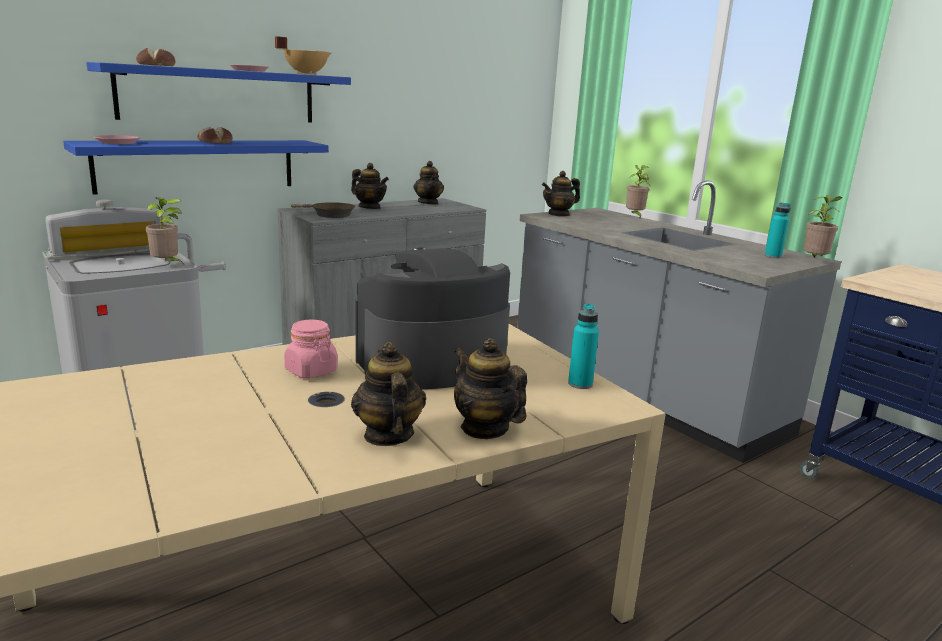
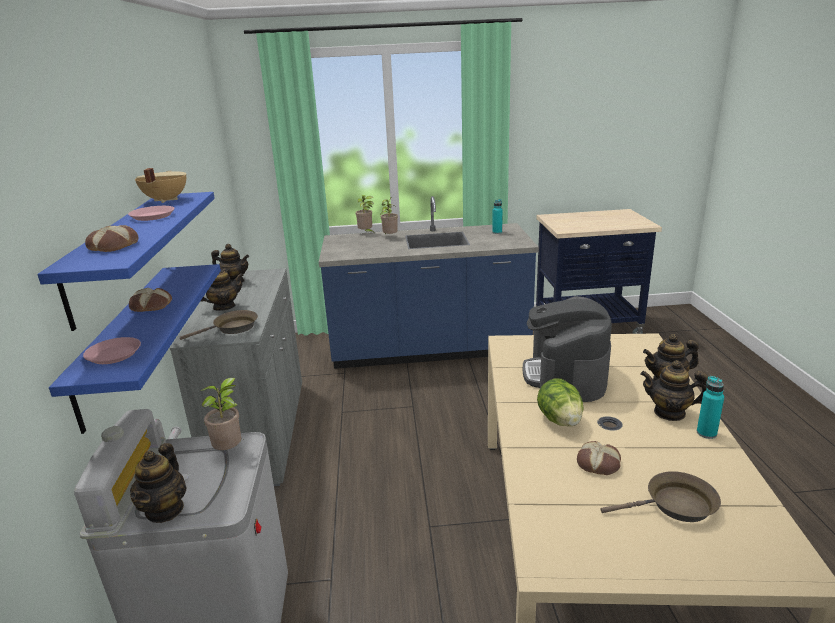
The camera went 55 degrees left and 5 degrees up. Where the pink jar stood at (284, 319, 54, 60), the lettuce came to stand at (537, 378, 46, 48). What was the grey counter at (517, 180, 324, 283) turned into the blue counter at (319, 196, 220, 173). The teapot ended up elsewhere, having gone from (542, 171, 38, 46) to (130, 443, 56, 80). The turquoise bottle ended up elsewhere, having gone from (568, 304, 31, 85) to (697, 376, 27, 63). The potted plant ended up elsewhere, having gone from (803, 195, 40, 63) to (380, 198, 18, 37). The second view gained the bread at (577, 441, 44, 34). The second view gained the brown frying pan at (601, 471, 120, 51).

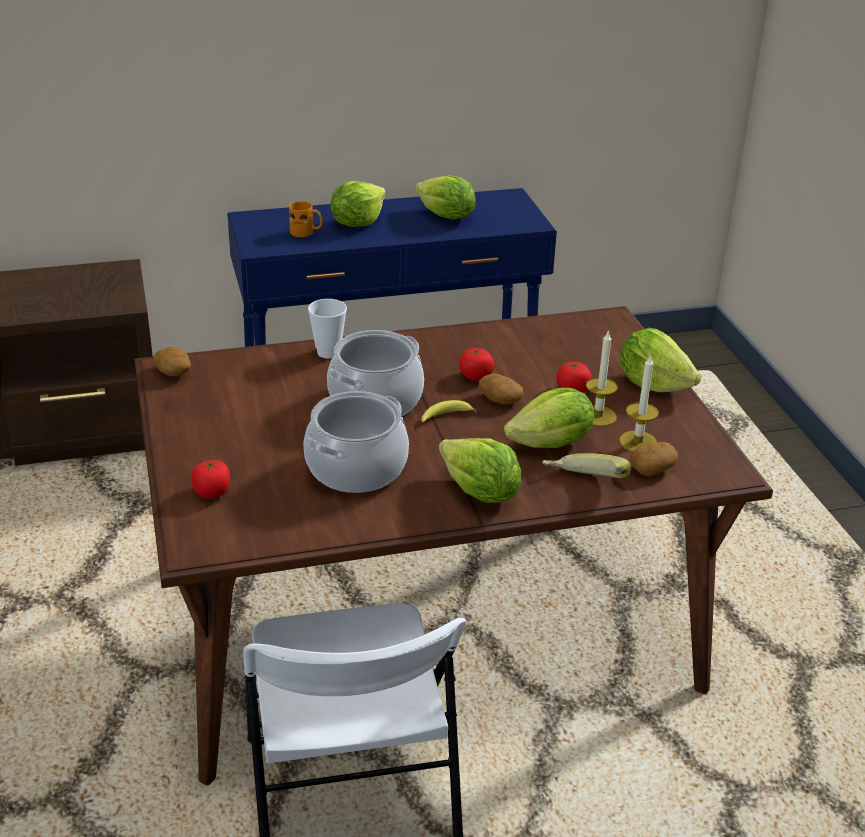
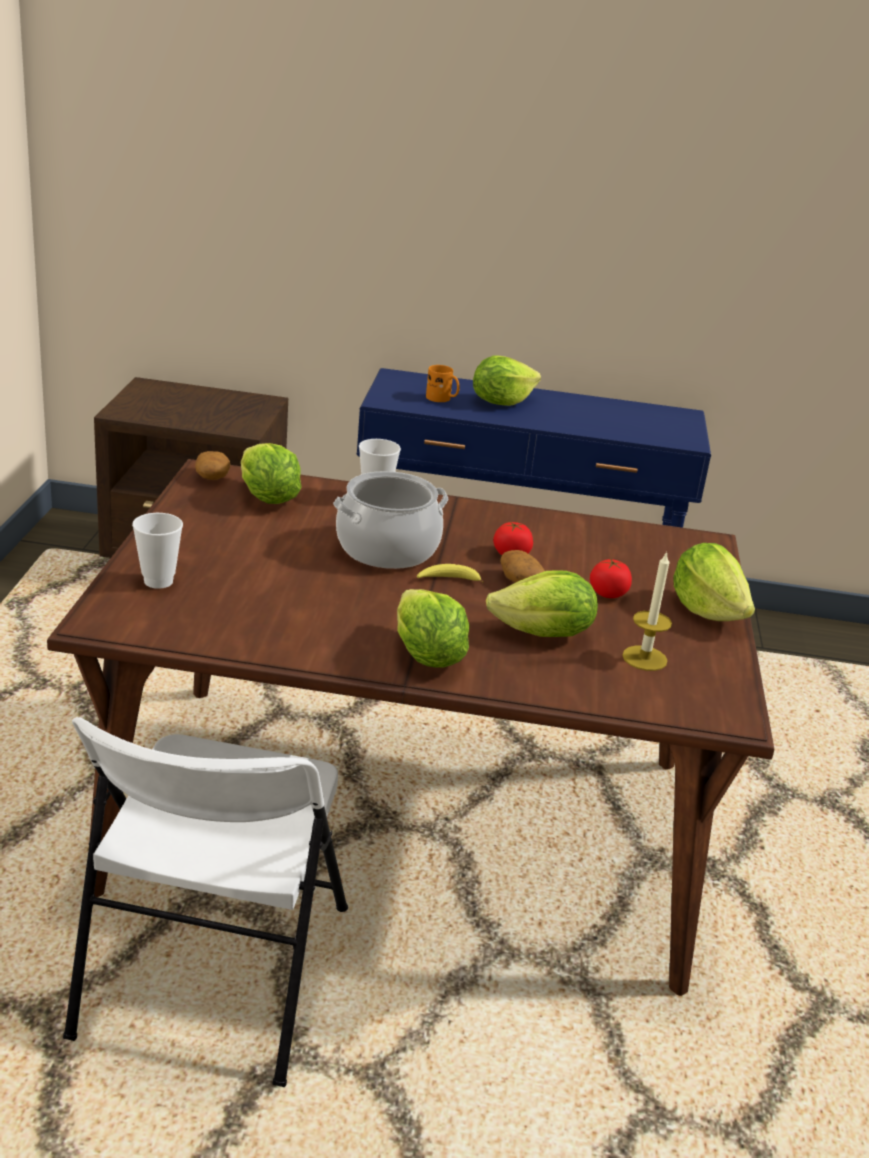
The camera went 20 degrees right and 5 degrees down. Where the tomato stood at (192, 460, 38, 38), the cup came to stand at (132, 513, 51, 76). The second view lost the cooking pot at (303, 391, 106, 102). The lettuce ended up elsewhere, having gone from (415, 175, 61, 45) to (241, 443, 61, 61). The second view lost the banana at (542, 453, 89, 25). The second view lost the candle at (586, 330, 32, 96). The second view lost the potato at (630, 442, 48, 34).

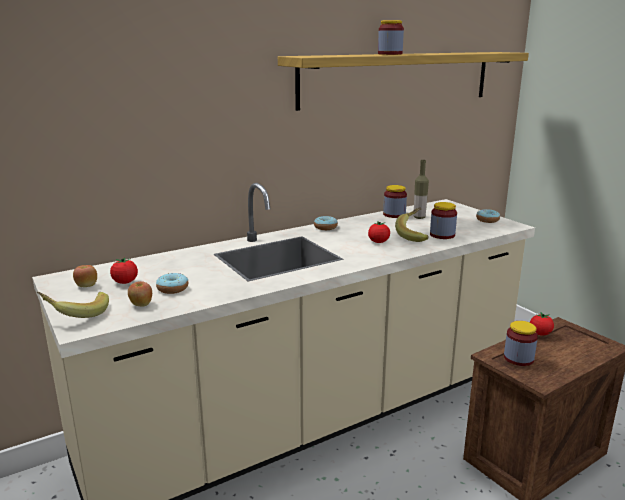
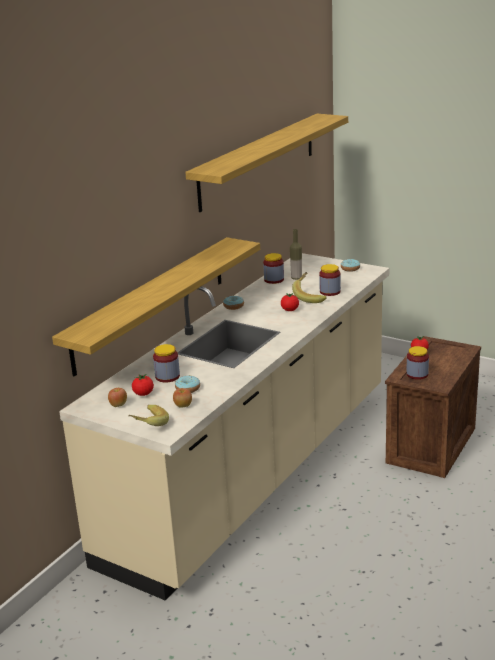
The camera went 25 degrees left and 5 degrees up. The jar ended up elsewhere, having gone from (378, 20, 26, 35) to (153, 344, 27, 39). The second view gained the shelf at (52, 237, 208, 139).

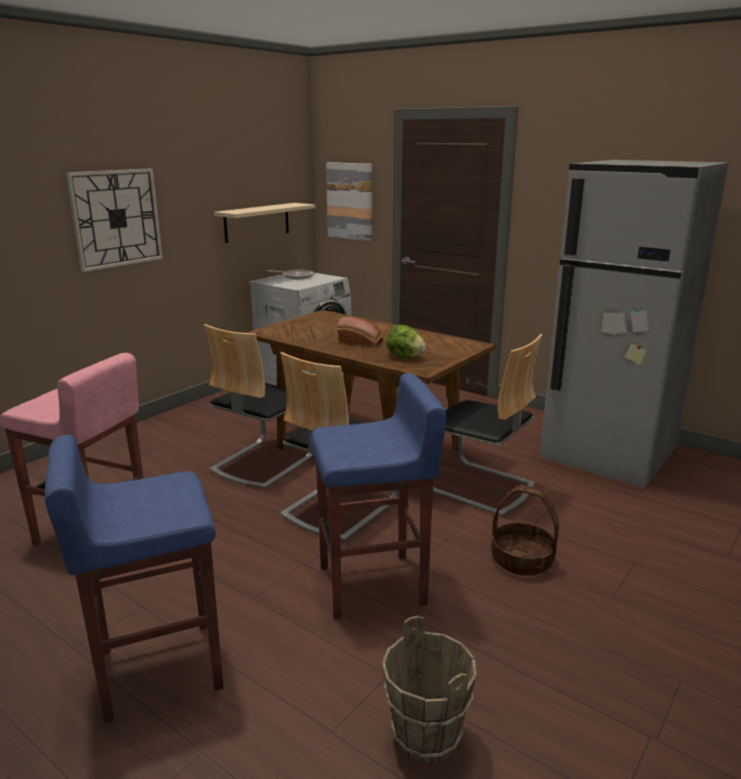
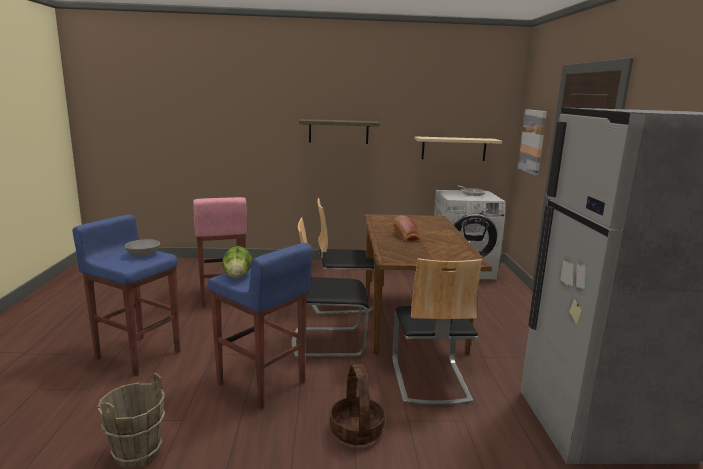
The camera went 50 degrees right and 5 degrees down. Where the wall clock hung at (66, 168, 97, 104), the shelf came to hang at (299, 119, 81, 25). The lettuce ended up elsewhere, having gone from (386, 325, 40, 33) to (222, 246, 31, 32). The second view gained the grey bowl at (125, 239, 35, 18).

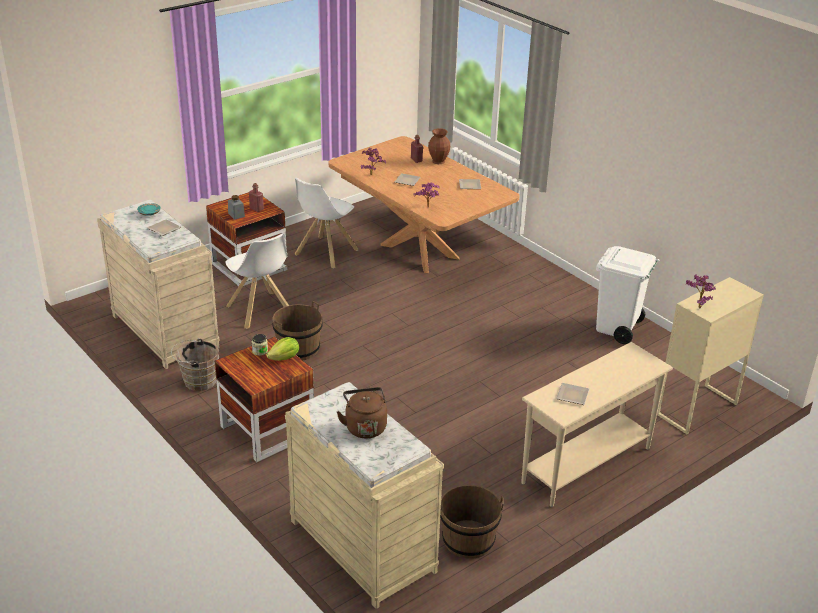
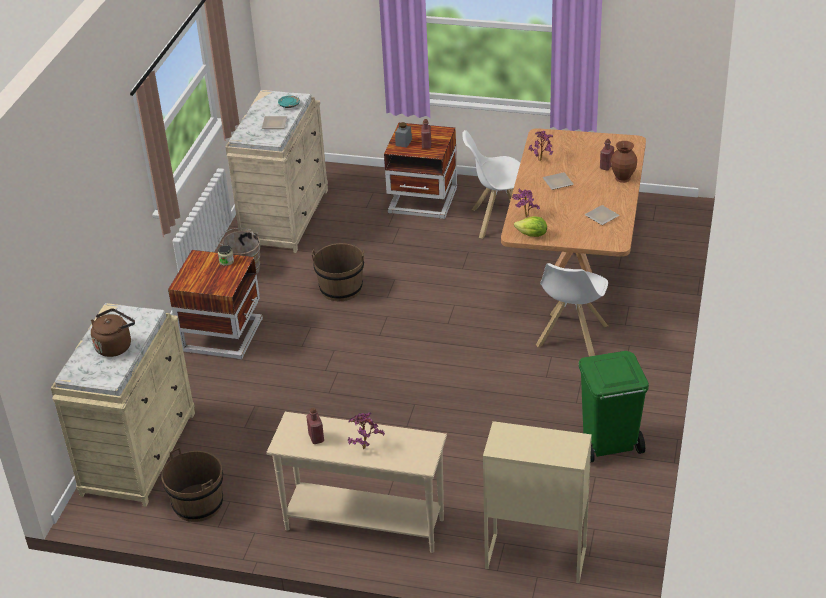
The camera went 55 degrees right and 5 degrees up. The white chair ended up elsewhere, having gone from (226, 234, 63, 95) to (536, 263, 72, 94). The lettuce ended up elsewhere, having gone from (266, 337, 33, 24) to (514, 216, 33, 21). Where the plate stood at (556, 383, 33, 22), the red bottle came to stand at (306, 408, 18, 36). What was the white trash can at (596, 246, 63, 98) turned into the green trash can at (579, 351, 70, 111). The potted plant ended up elsewhere, having gone from (686, 274, 30, 35) to (347, 412, 38, 37).

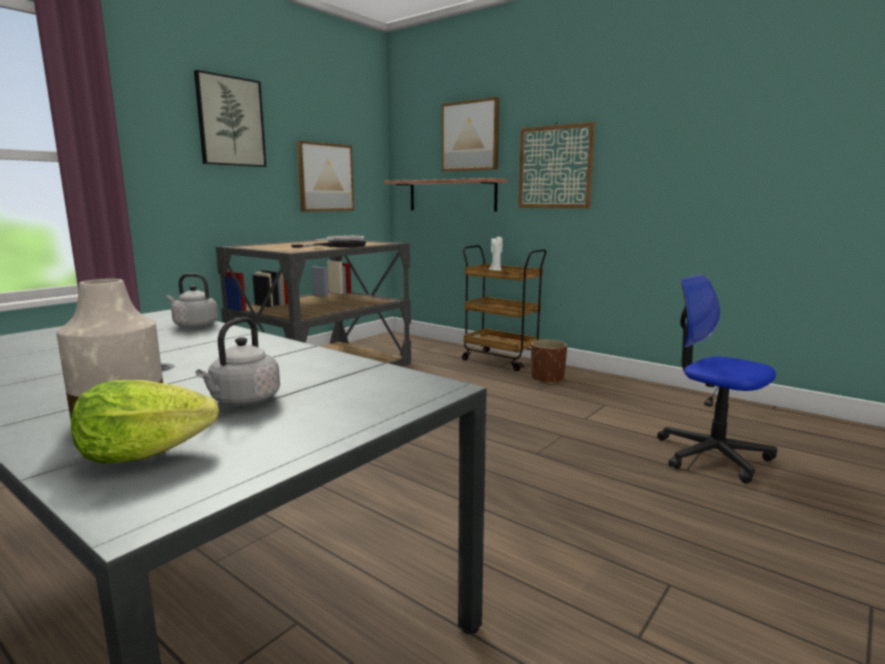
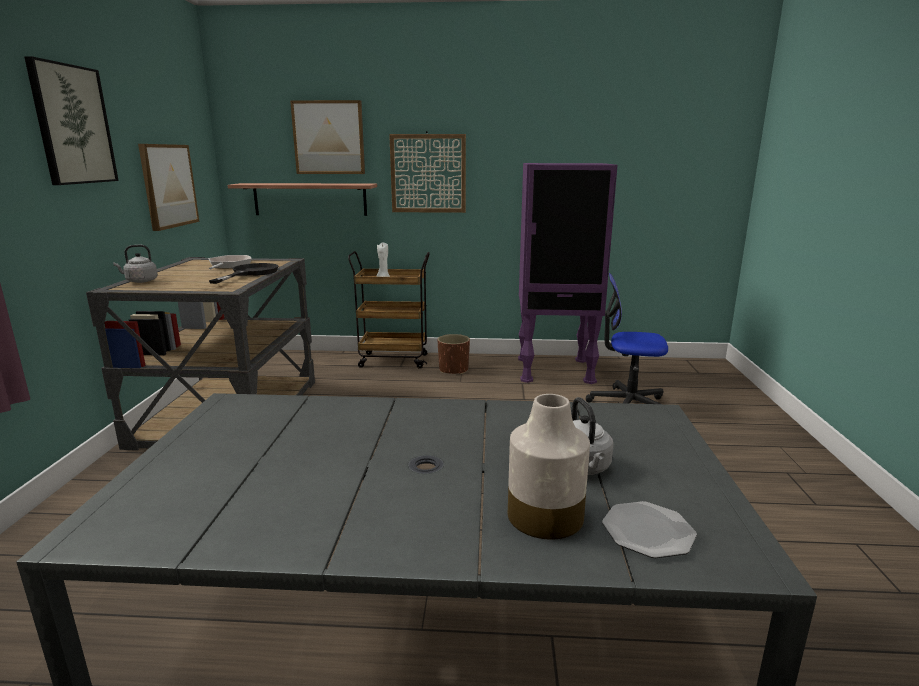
The camera went 35 degrees left and 5 degrees up. Where the lettuce stood at (71, 380, 148, 84), the plate came to stand at (602, 501, 95, 57). The grey kettle ended up elsewhere, having gone from (167, 273, 51, 55) to (113, 245, 45, 38). The second view gained the purple cabinet at (518, 163, 100, 221).

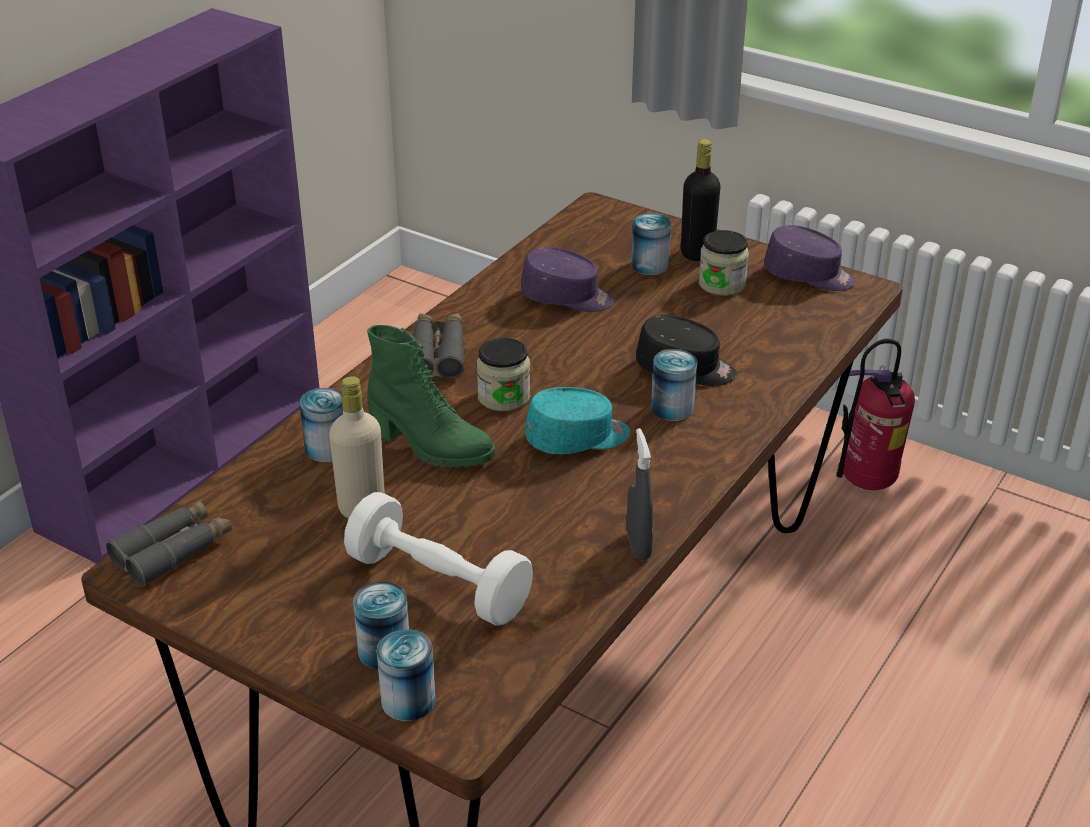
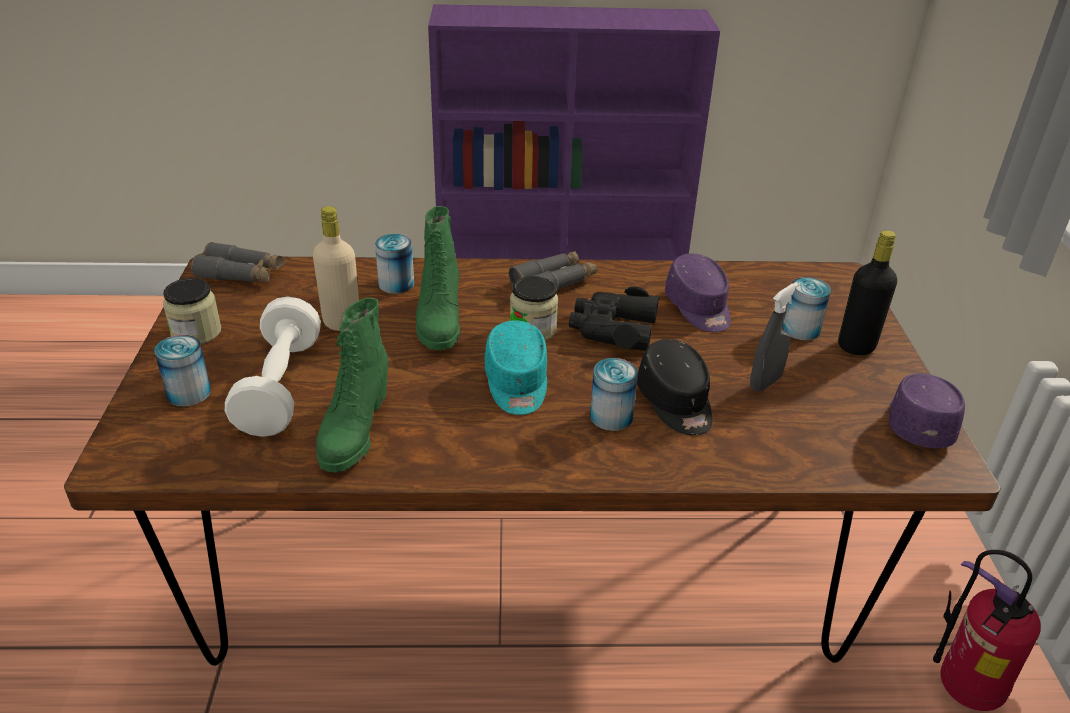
The camera went 55 degrees right and 0 degrees up. The second view lost the can at (377, 629, 59, 92). The turquoise cap at (525, 387, 105, 67) ended up facing another way, 45 degrees clockwise from before. The grey spray bottle ended up elsewhere, having gone from (627, 428, 26, 132) to (750, 282, 49, 110). The jar ended up elsewhere, having gone from (699, 230, 50, 66) to (163, 278, 58, 66). The purple cap at (764, 225, 92, 66) ended up facing another way, 150 degrees counterclockwise from before. The second view gained the green boot at (316, 297, 72, 176). The second view gained the black binoculars at (569, 286, 91, 65).

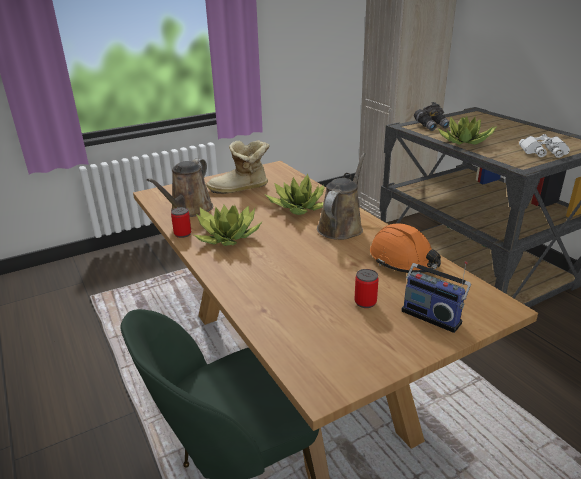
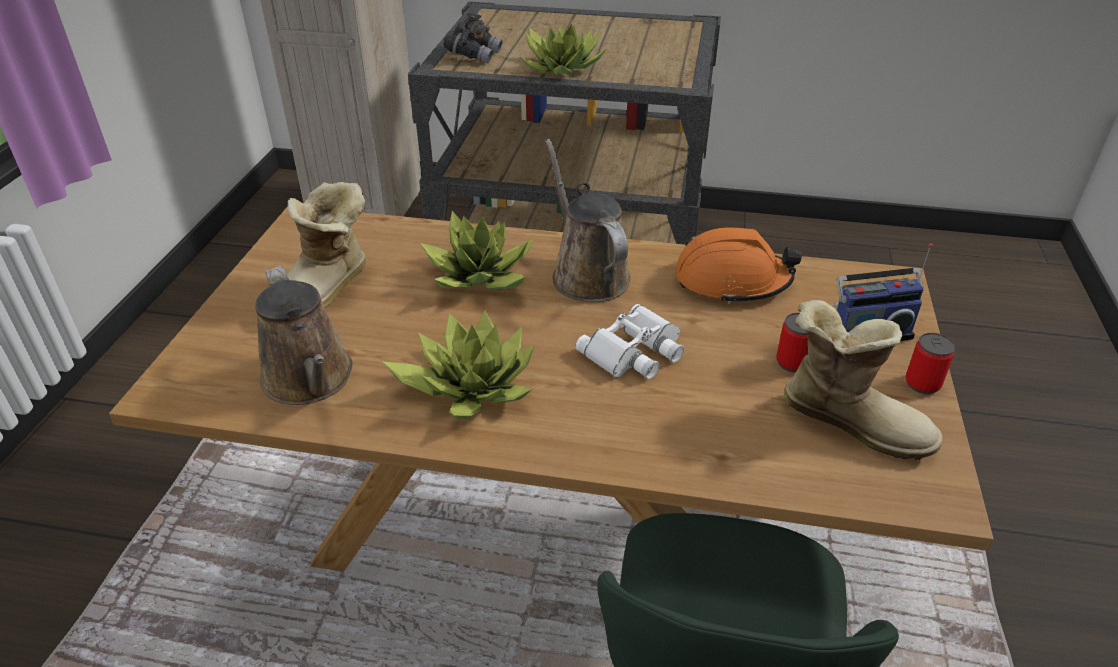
The camera went 50 degrees left and 10 degrees up. The can ended up elsewhere, having gone from (171, 207, 20, 31) to (905, 333, 50, 61). The white binoculars ended up elsewhere, having gone from (519, 134, 51, 24) to (575, 304, 109, 75). The second view gained the boot at (784, 300, 158, 160).

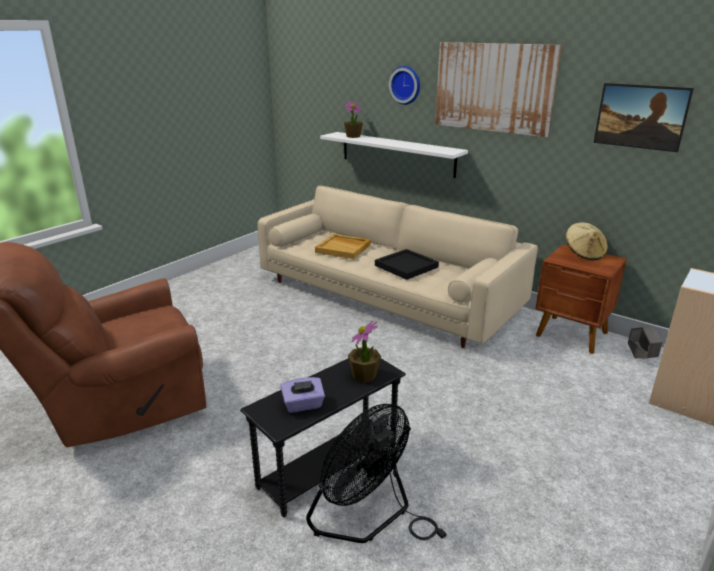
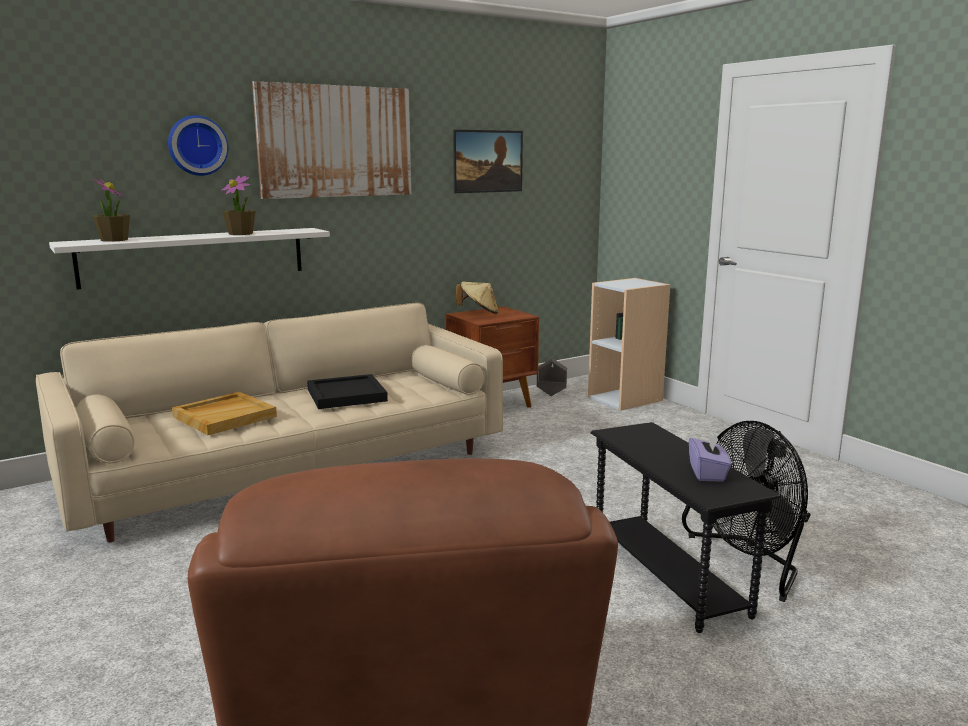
The camera went 70 degrees left and 10 degrees down. The potted plant ended up elsewhere, having gone from (348, 321, 33, 62) to (221, 176, 35, 59).

